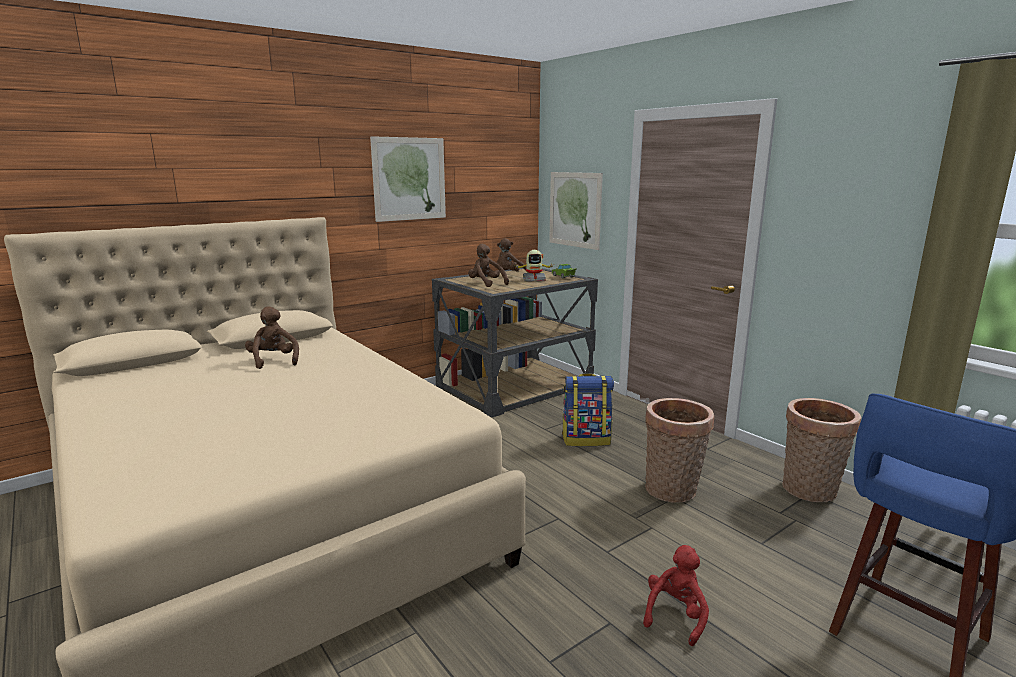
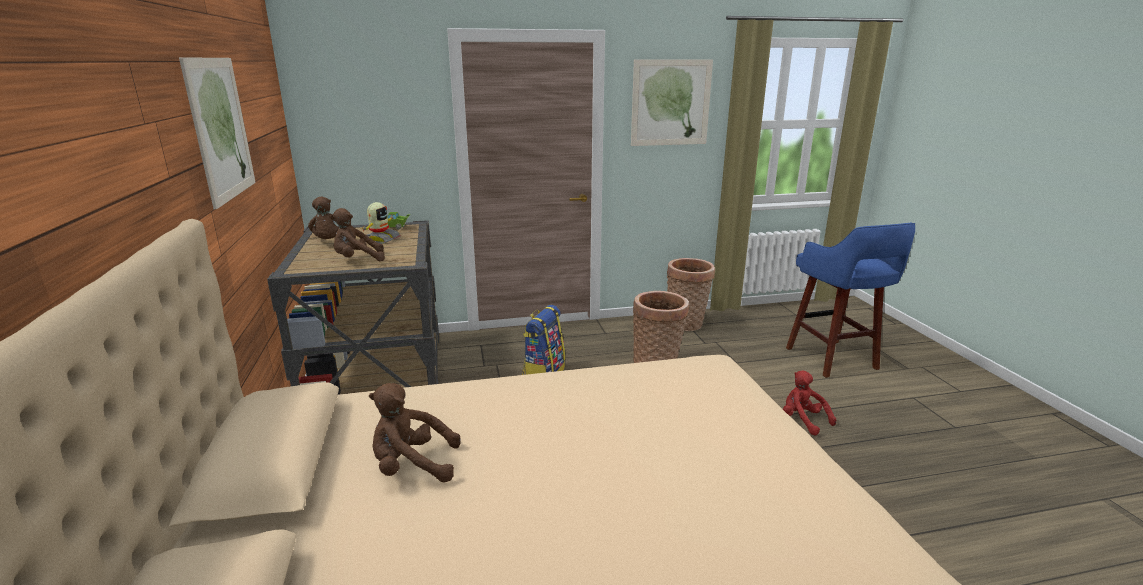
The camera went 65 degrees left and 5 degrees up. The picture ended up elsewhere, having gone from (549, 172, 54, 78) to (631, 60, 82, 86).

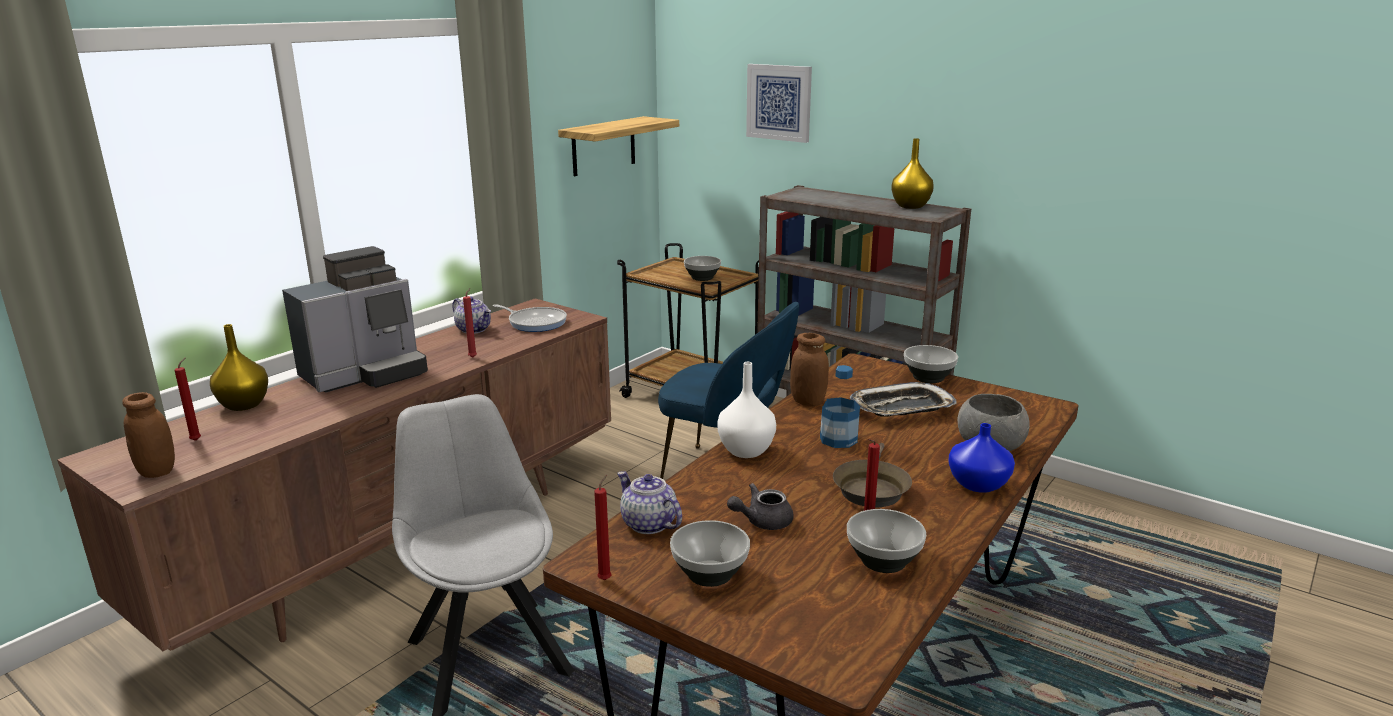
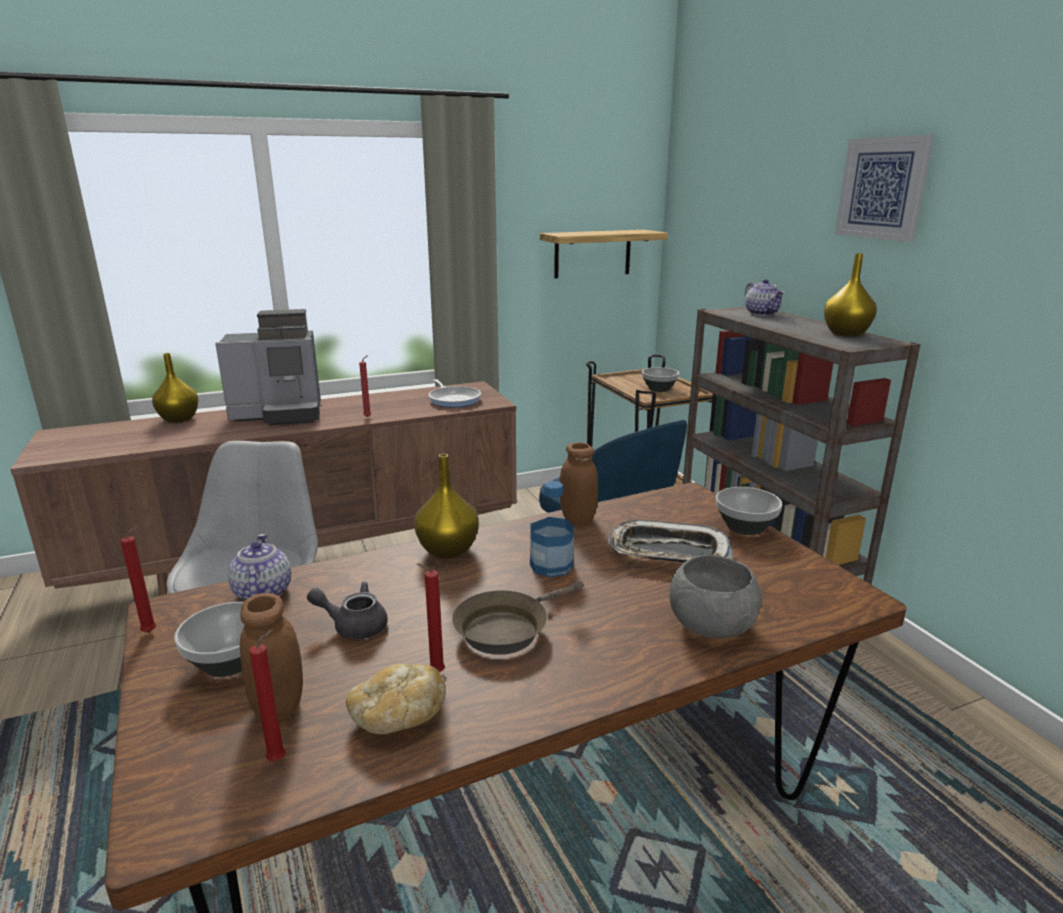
The camera went 30 degrees right and 0 degrees up. The brown jar ended up elsewhere, having gone from (122, 392, 53, 86) to (240, 593, 63, 128). The red candle ended up elsewhere, having gone from (174, 357, 27, 84) to (249, 630, 37, 131). The teapot ended up elsewhere, having gone from (452, 296, 39, 38) to (745, 279, 40, 37). What was the white vase at (717, 362, 59, 96) turned into the yellow vase at (414, 454, 65, 105). The picture ended up elsewhere, having gone from (746, 64, 66, 79) to (835, 135, 99, 107). Where the bowl stood at (847, 509, 79, 64), the bread came to stand at (346, 664, 100, 70). The second view lost the blue vase at (948, 423, 67, 70).

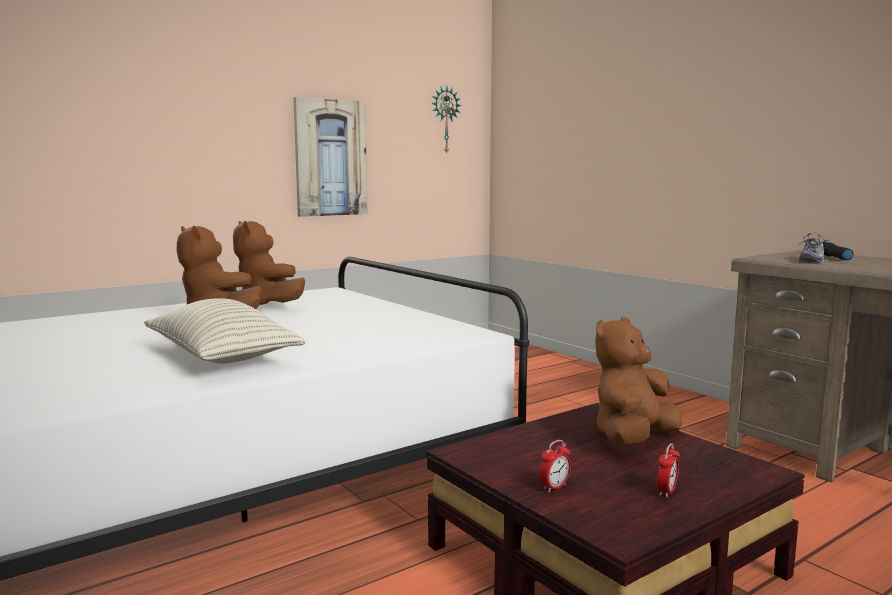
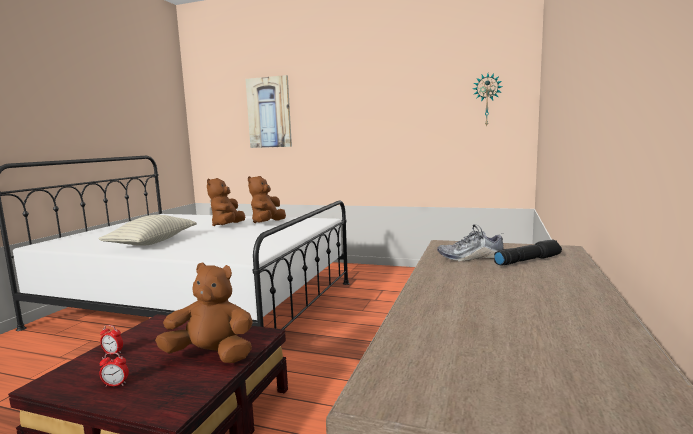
The camera went 55 degrees right and 0 degrees up. The picture ended up elsewhere, having gone from (293, 97, 74, 120) to (245, 75, 47, 73).

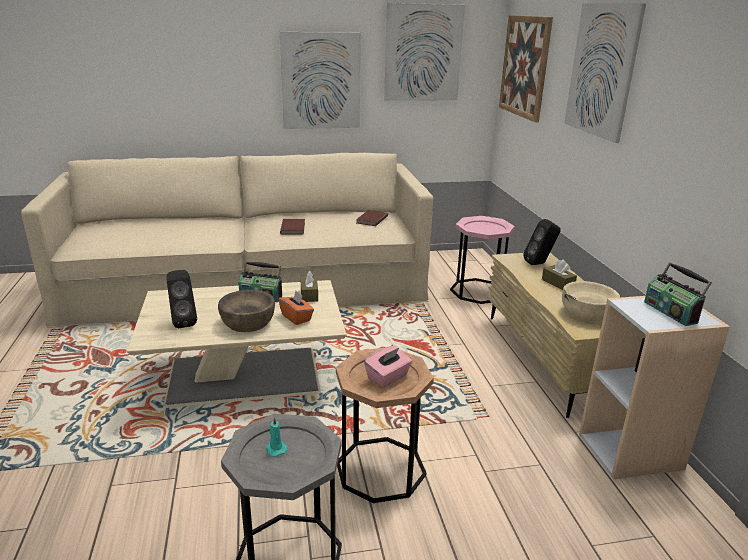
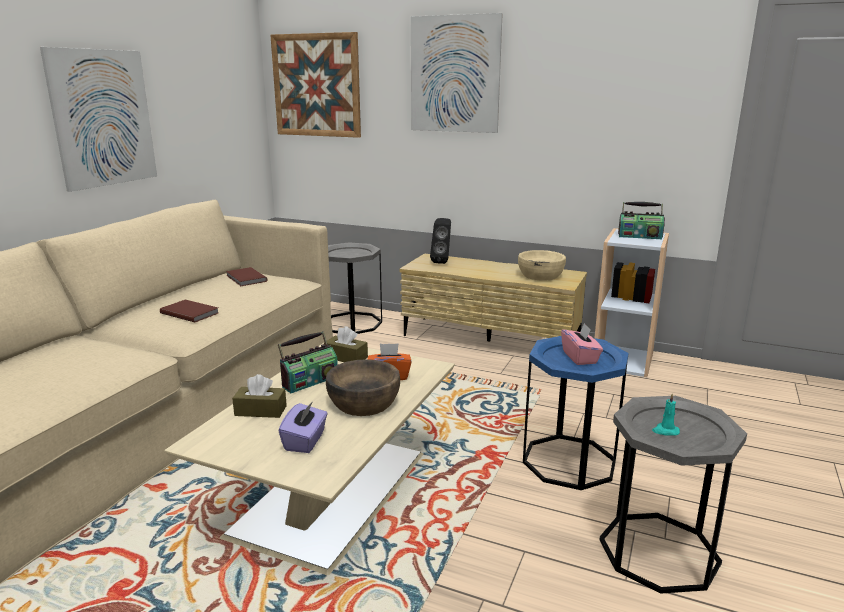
The camera went 55 degrees left and 5 degrees down. Where the black speaker stood at (166, 270, 31, 58), the purple tissue box came to stand at (279, 401, 49, 52). What was the brown side table at (336, 348, 98, 155) turned into the blue side table at (523, 336, 105, 154). The second view lost the picture at (384, 3, 81, 98). What was the pink side table at (450, 216, 65, 88) turned into the grey side table at (328, 242, 54, 92). The brown tissue box ended up elsewhere, having gone from (542, 259, 35, 31) to (232, 374, 55, 44).

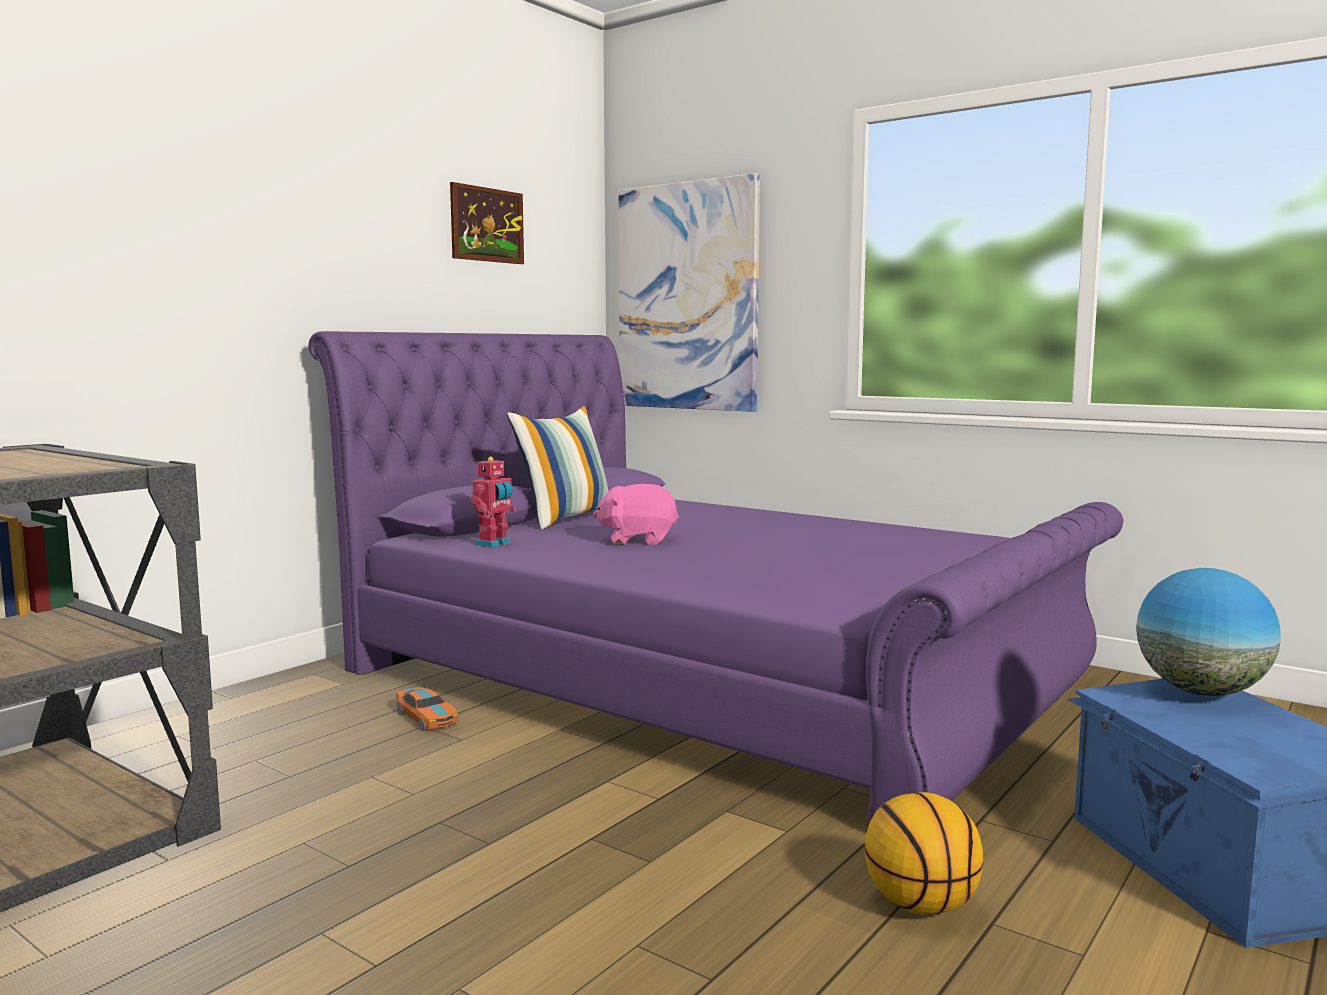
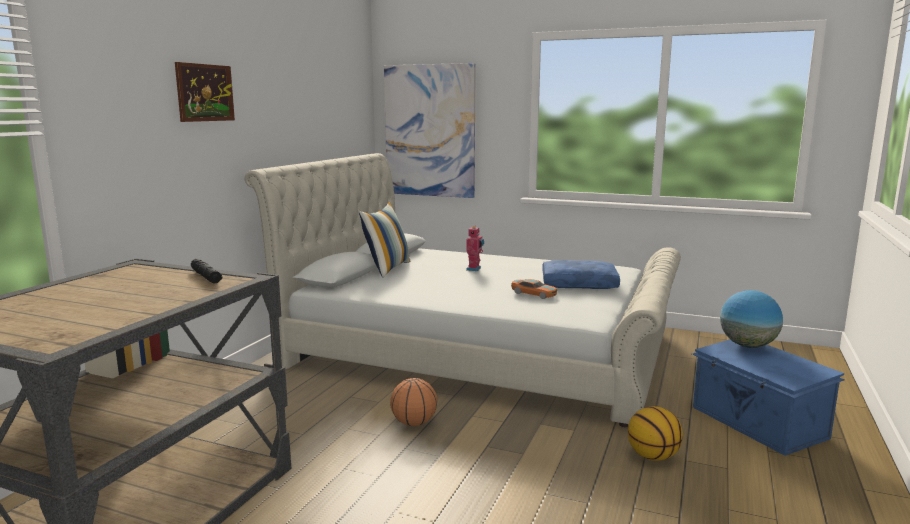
The camera went 15 degrees left and 5 degrees up. What was the purple bed at (308, 331, 816, 491) turned into the beige bed at (244, 153, 437, 274). The toy car ended up elsewhere, having gone from (396, 687, 62, 44) to (511, 279, 46, 20). The picture ended up elsewhere, having gone from (450, 182, 74, 82) to (175, 62, 60, 60). The toy robot ended up elsewhere, having gone from (471, 456, 45, 91) to (466, 226, 18, 45). The second view lost the pink plush toy at (593, 484, 86, 61). The second view gained the black flashlight at (191, 259, 31, 24). The second view gained the basketball at (390, 378, 47, 48). The second view gained the blue pillow at (542, 260, 78, 29).

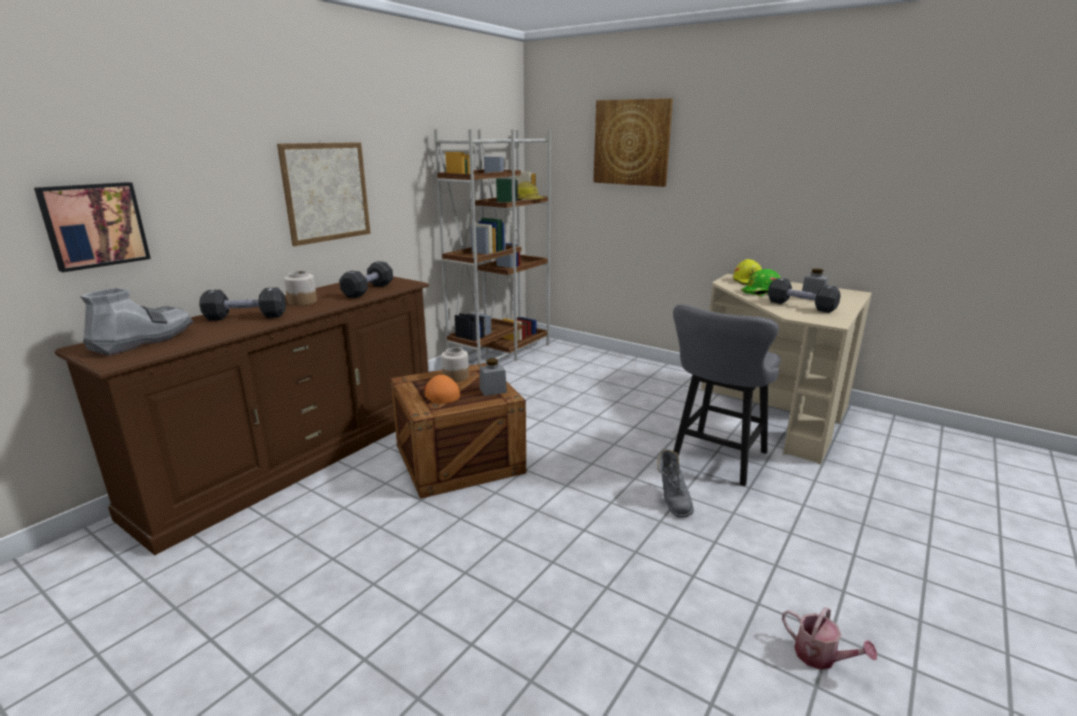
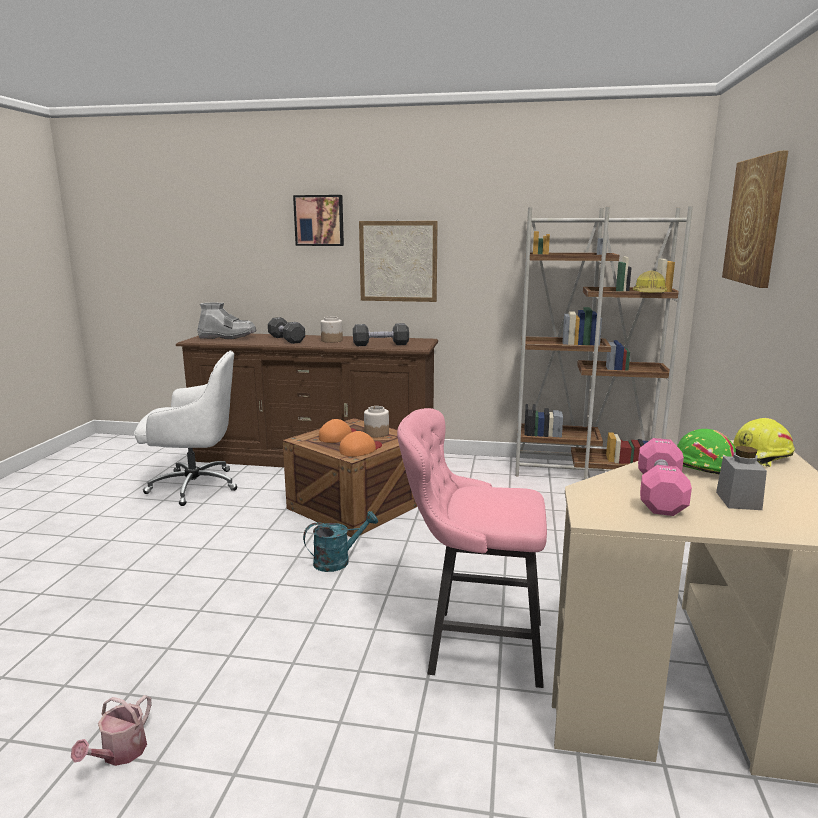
The camera went 65 degrees right and 5 degrees down. The picture ended up elsewhere, having gone from (34, 182, 117, 90) to (293, 195, 51, 51). Where the grey jar stood at (480, 358, 27, 38), the orange cap came to stand at (339, 431, 43, 26). The second view lost the grey boot at (657, 448, 37, 70). What was the grey stool at (673, 304, 108, 182) turned into the pink stool at (397, 408, 150, 280). What was the black dumbbell at (768, 278, 73, 35) turned into the pink dumbbell at (638, 438, 54, 78). The second view gained the white office chair at (134, 351, 103, 155). The second view gained the turquoise watering can at (303, 511, 75, 61).

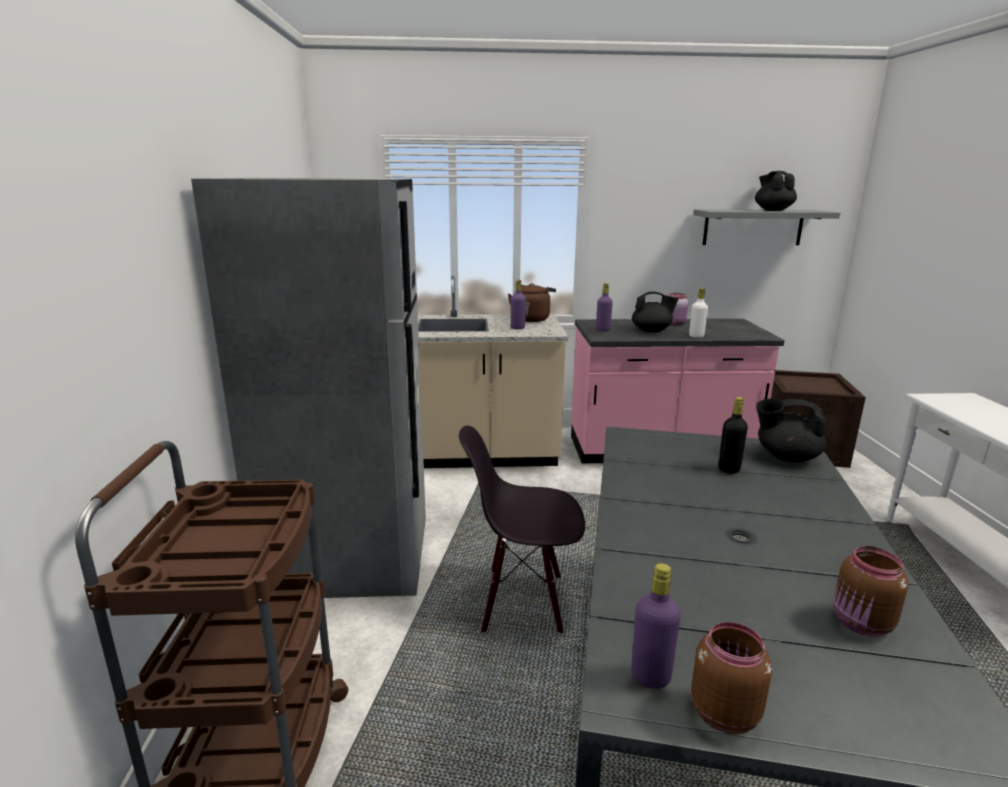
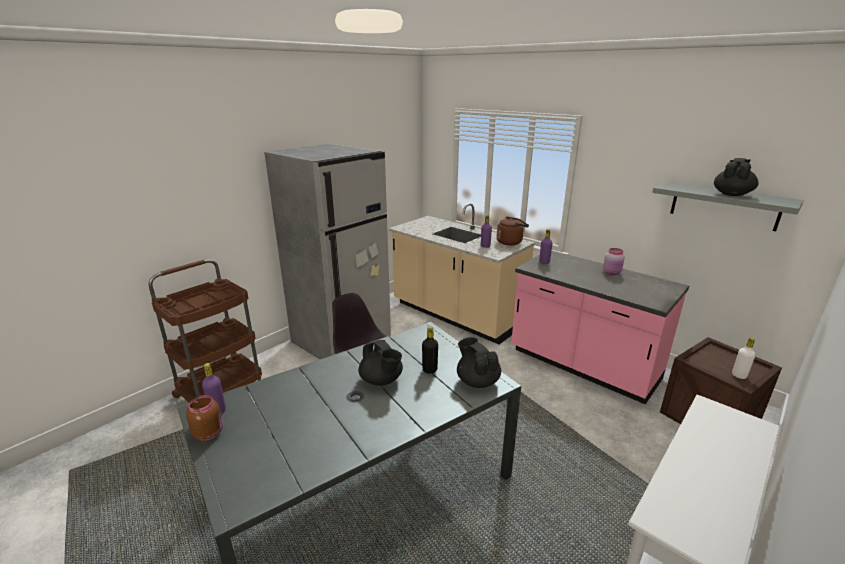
The camera went 45 degrees right and 5 degrees up. The black teapot ended up elsewhere, having gone from (632, 292, 47, 40) to (358, 340, 45, 46). The white bottle ended up elsewhere, having gone from (689, 288, 19, 50) to (732, 338, 23, 41). The second view lost the brown jar at (833, 546, 75, 91).

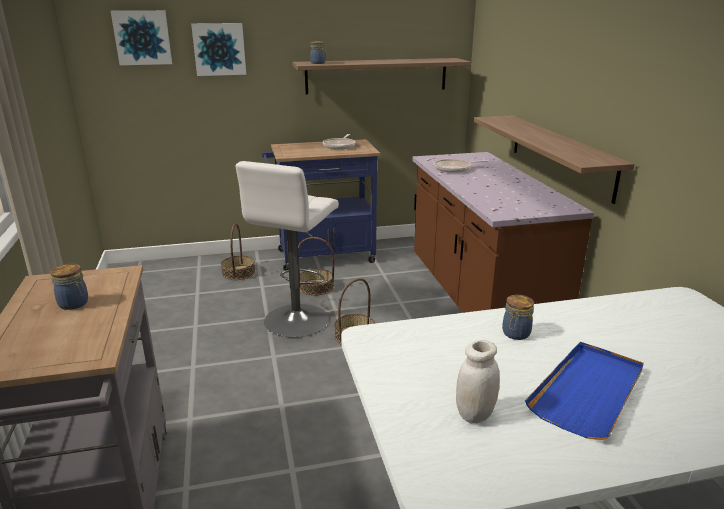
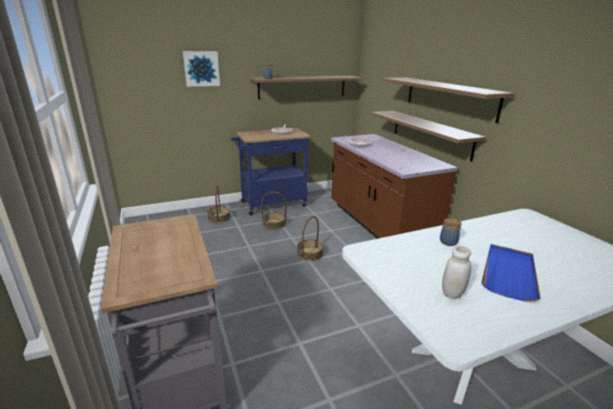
The camera went 10 degrees left and 0 degrees up. The second view lost the jar at (50, 264, 38, 46). The second view lost the picture at (111, 11, 61, 54). The second view lost the white stool at (236, 161, 103, 176). The second view gained the shelf at (383, 78, 132, 45).

